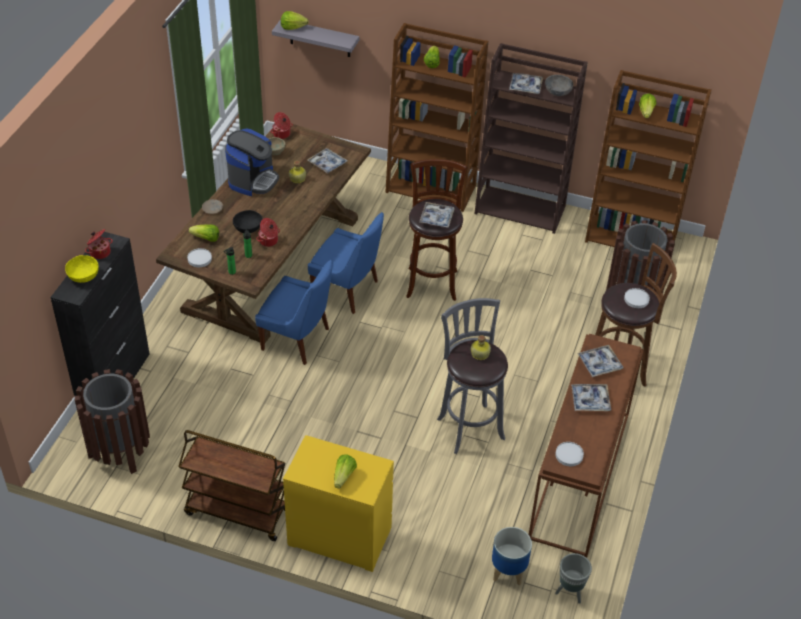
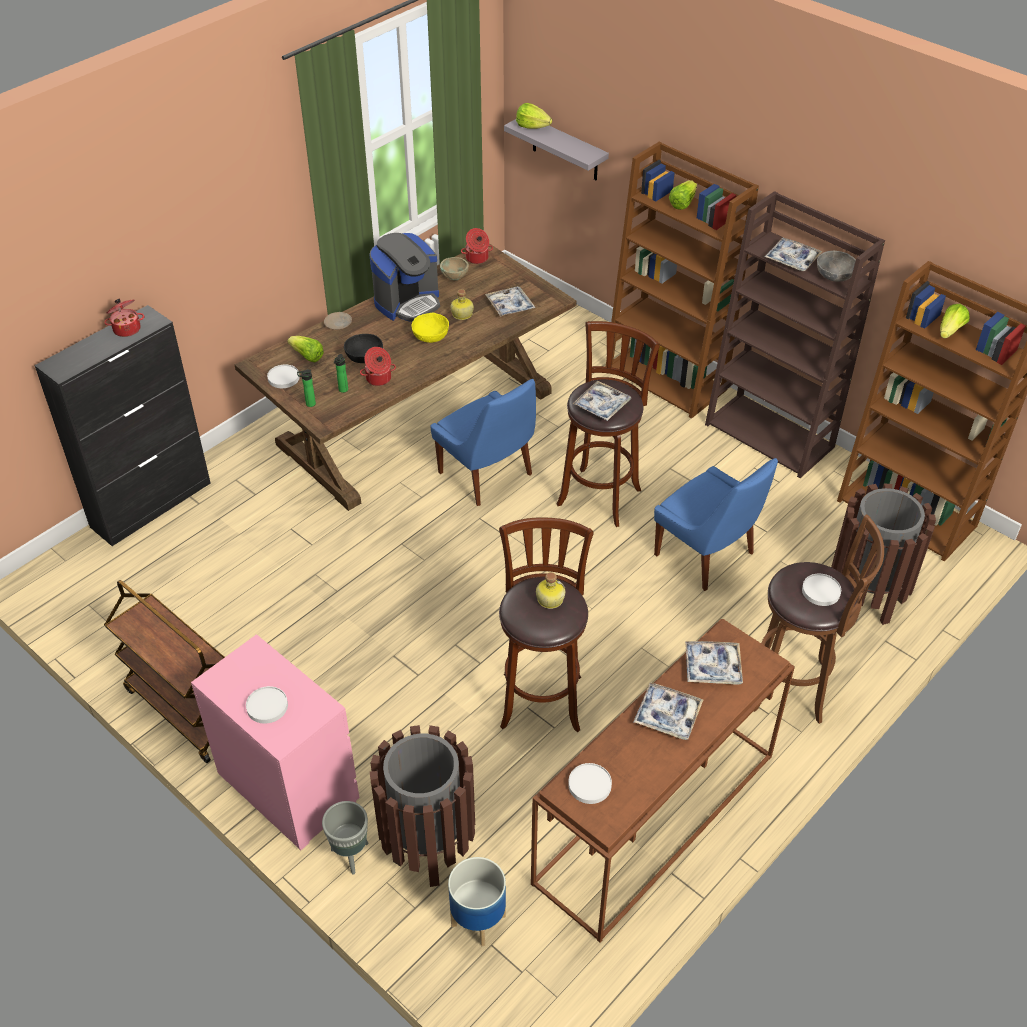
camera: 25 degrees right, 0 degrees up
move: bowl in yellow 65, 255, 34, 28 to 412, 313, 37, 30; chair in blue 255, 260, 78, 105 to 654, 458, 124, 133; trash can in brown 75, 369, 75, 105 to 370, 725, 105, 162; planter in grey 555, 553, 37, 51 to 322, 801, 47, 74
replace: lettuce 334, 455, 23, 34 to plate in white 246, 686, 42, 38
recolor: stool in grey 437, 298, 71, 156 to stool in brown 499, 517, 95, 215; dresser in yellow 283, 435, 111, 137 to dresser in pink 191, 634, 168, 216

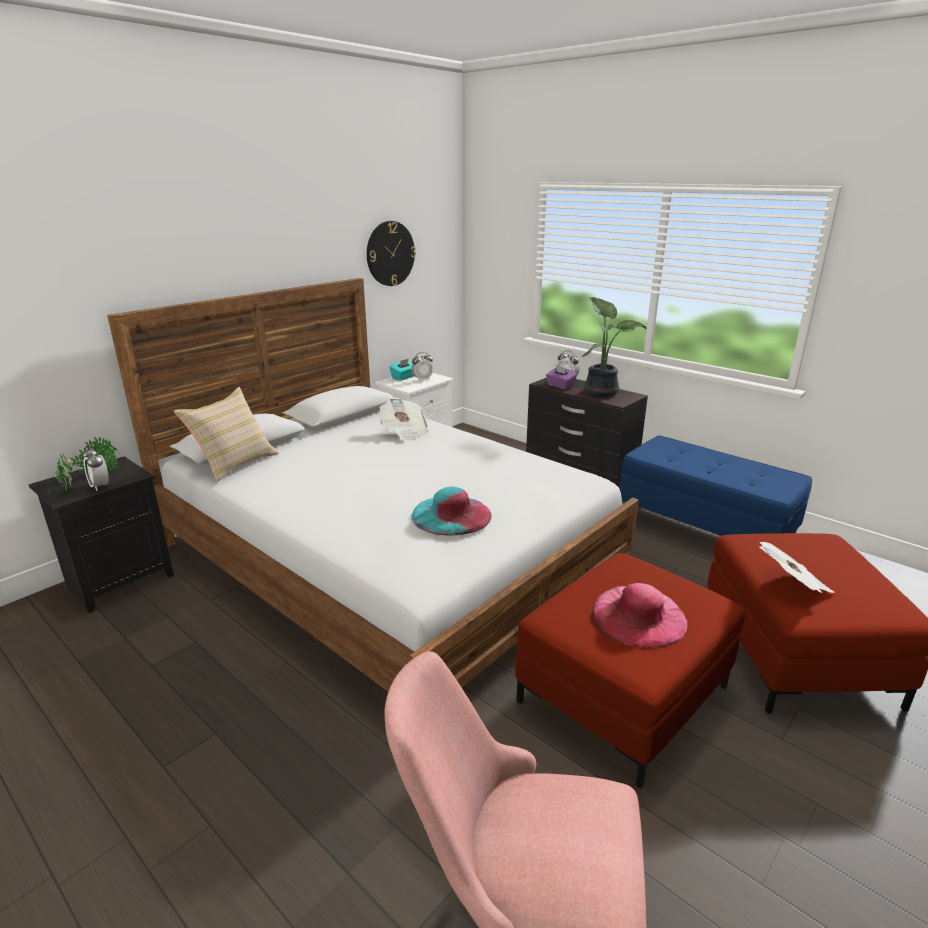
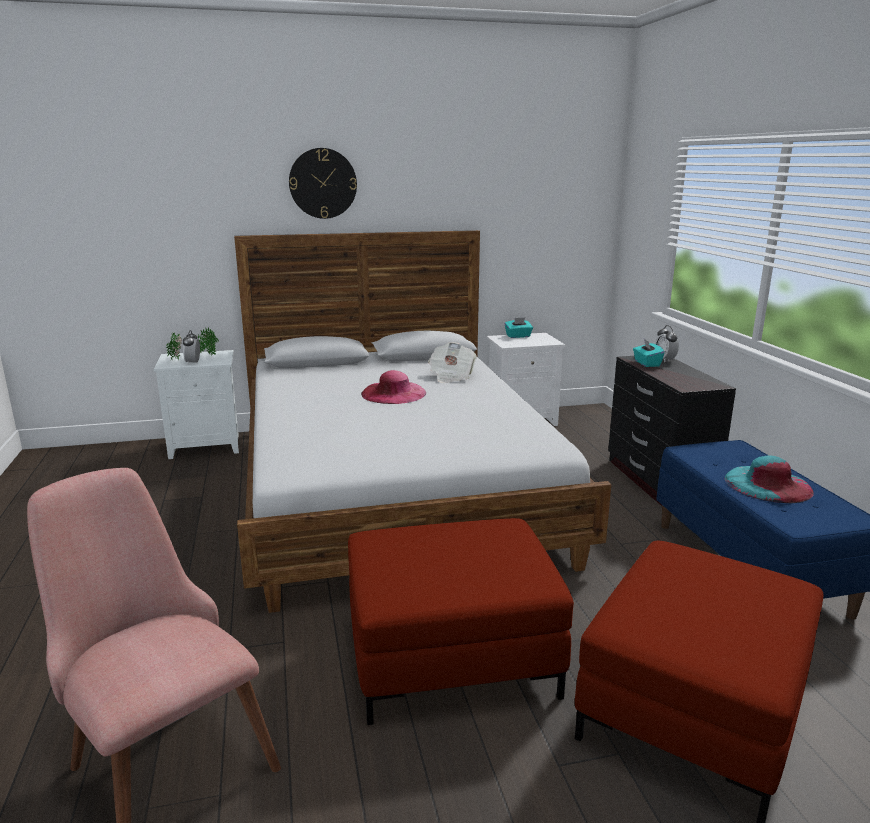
camera: 35 degrees right, 5 degrees down
delete: potted plant 582, 297, 65, 100; alarm clock 411, 352, 22, 30; pillow in beige 173, 387, 106, 95; newspaper 760, 542, 75, 51
move: wall clock 367, 221, 49, 65 to 289, 148, 68, 71; hat in turquoise 412, 486, 80, 50 to 725, 455, 89, 48; hat in pink 592, 583, 95, 65 to 361, 370, 65, 34
recolor: tissue box in purple 546, 365, 31, 25 to tissue box in turquoise 633, 339, 32, 28; nightstand in black 29, 456, 145, 157 to nightstand in white 154, 350, 85, 109

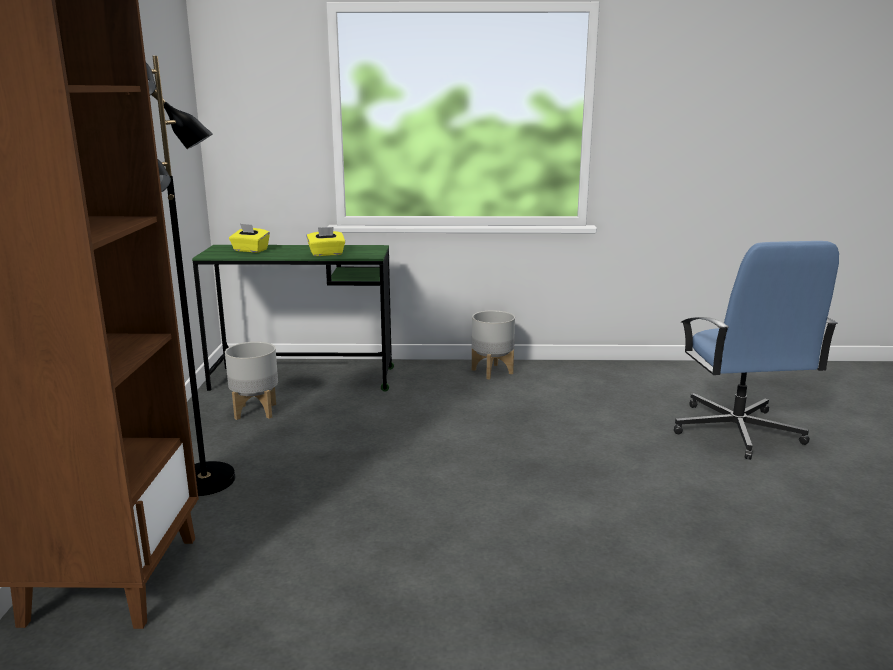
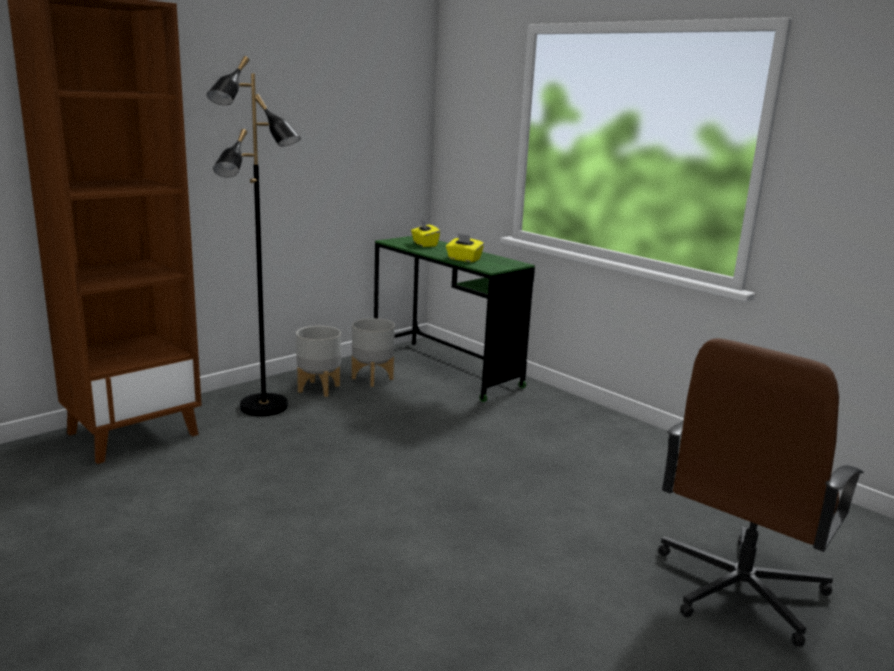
camera: 45 degrees right, 0 degrees up
move: planter in grey 472, 310, 43, 70 to 296, 326, 45, 71
recolor: office chair in blue 674, 241, 165, 219 to office chair in brown 658, 338, 206, 309

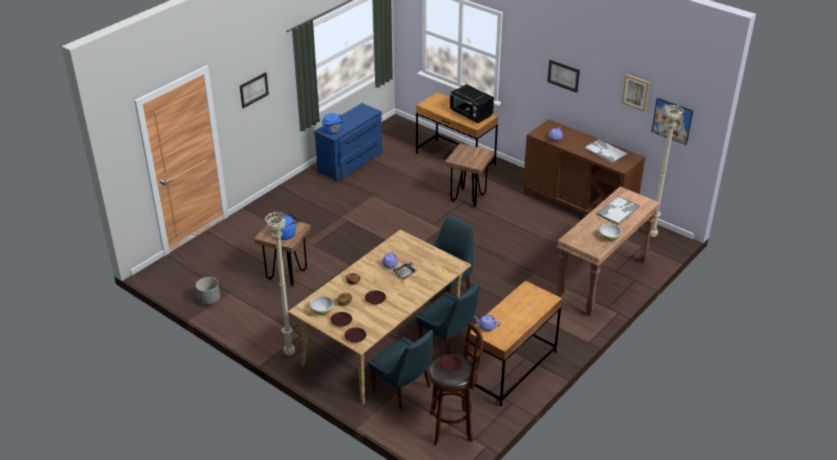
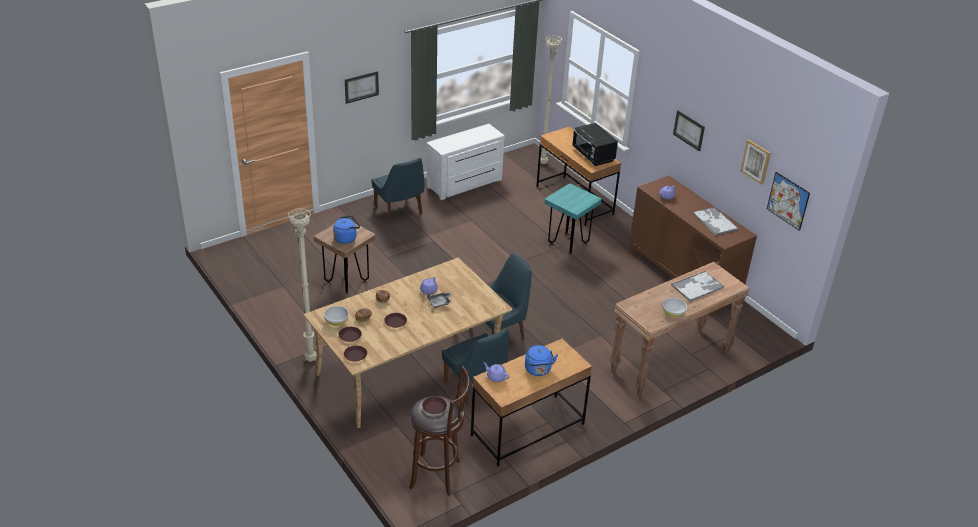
camera: 15 degrees right, 0 degrees up
delete: planter in grey 196, 277, 24, 28
move: floor lamp in beige 650, 105, 34, 132 to 540, 35, 22, 129; kettle in blue 322, 113, 22, 21 to 525, 345, 33, 31; chair in blue 368, 330, 65, 80 to 371, 158, 53, 66
recolor: dresser in blue 314, 103, 68, 79 to dresser in white 427, 124, 78, 76; stool in brown 445, 143, 49, 64 to stool in turquoise 545, 184, 57, 70

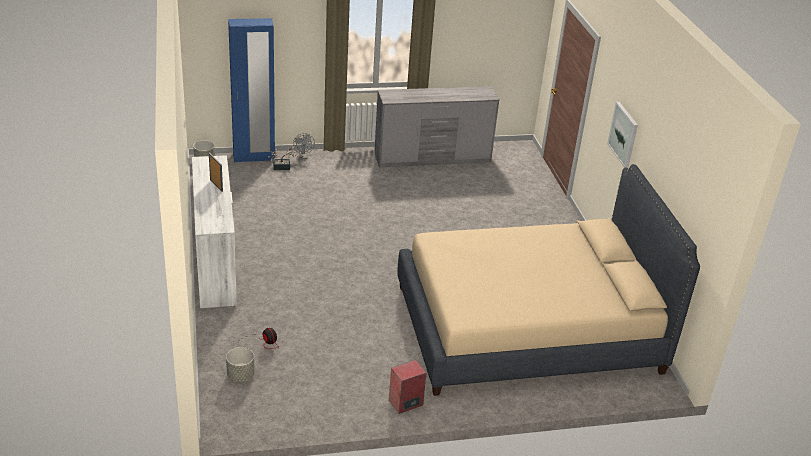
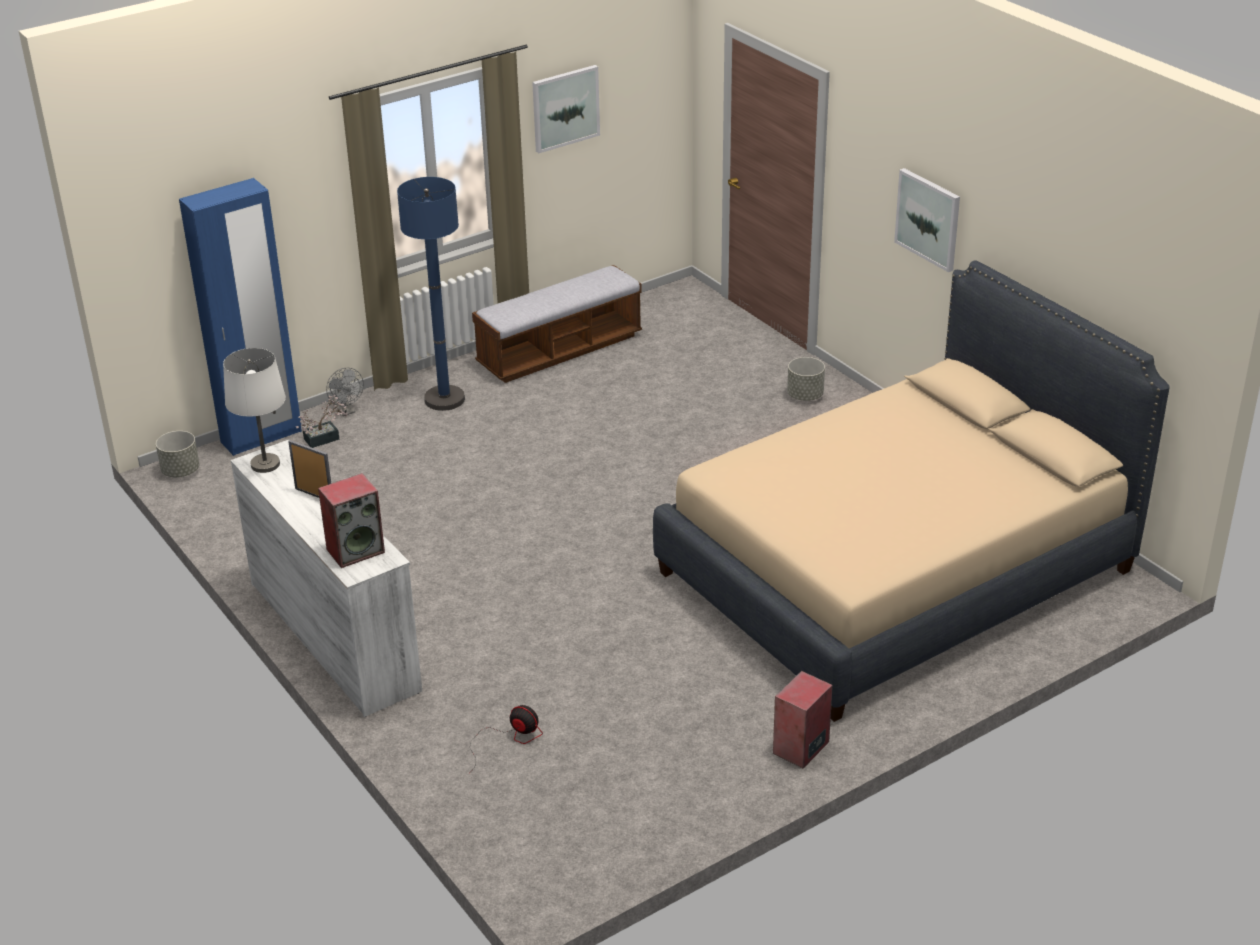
camera: 20 degrees left, 0 degrees up
insert: picture 532, 65, 68, 88; floor lamp in blue 397, 177, 68, 234; table lamp in white 223, 348, 63, 125; speaker 318, 473, 67, 95
move: planter in grey 226, 347, 28, 35 to 787, 357, 38, 44
replace: dresser in grey 374, 86, 126, 82 to bench 472, 265, 170, 118

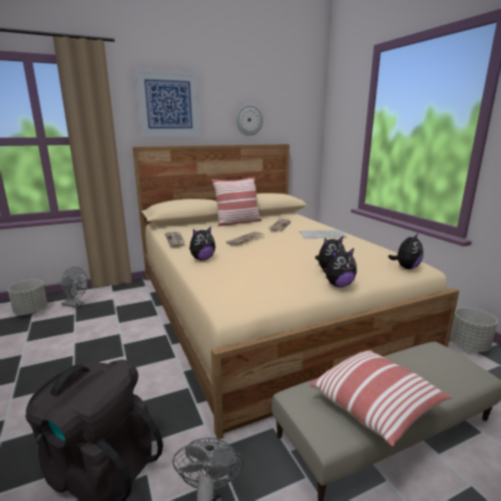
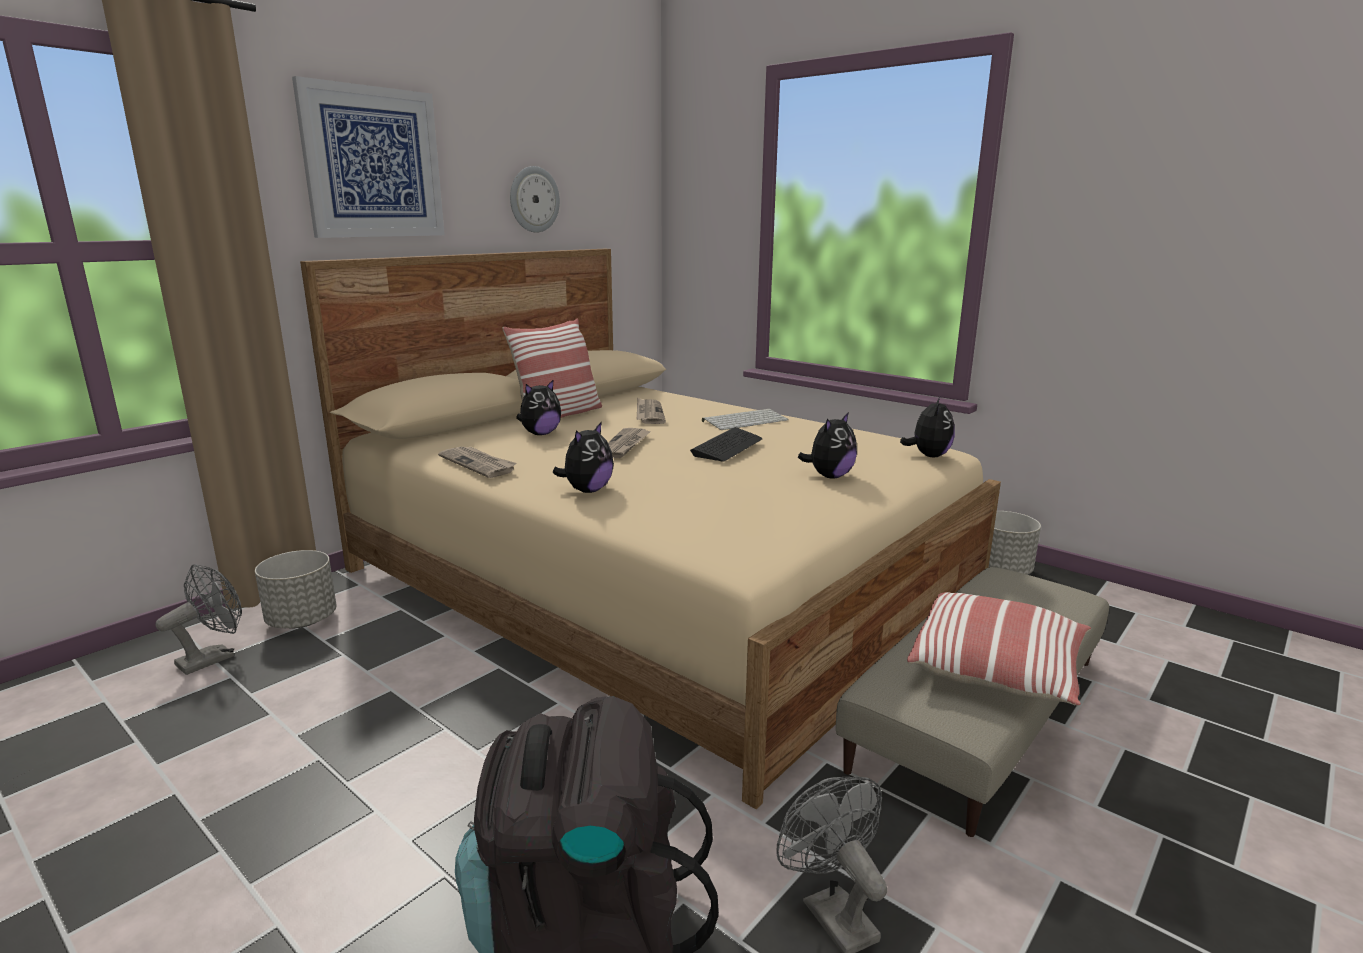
camera: 25 degrees left, 0 degrees up
insert: keyboard 690, 427, 72, 34
move: plush toy 323, 248, 34, 39 to 516, 379, 45, 56; planter in grey 7, 279, 41, 36 to 255, 550, 82, 78
rotate: fan in grey 58, 267, 30, 41 = 155, 564, 87, 111 45 degrees counterclockwise

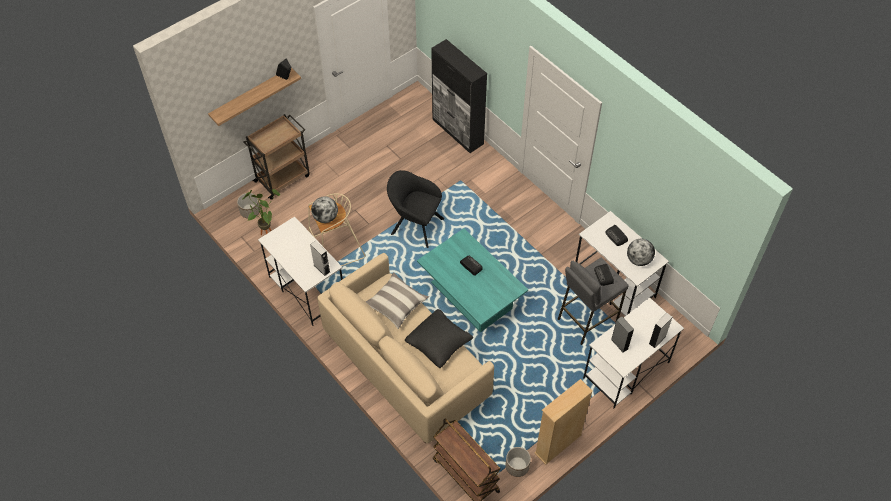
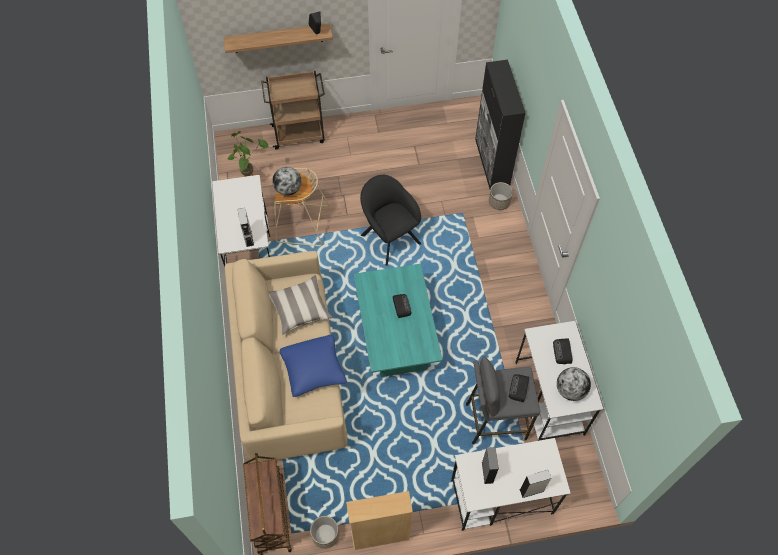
camera: 30 degrees right, 5 degrees up
move: planter 237, 193, 23, 26 to 489, 182, 24, 28
recolor: pillow in black 405, 309, 68, 59 to pillow in blue 280, 335, 67, 62

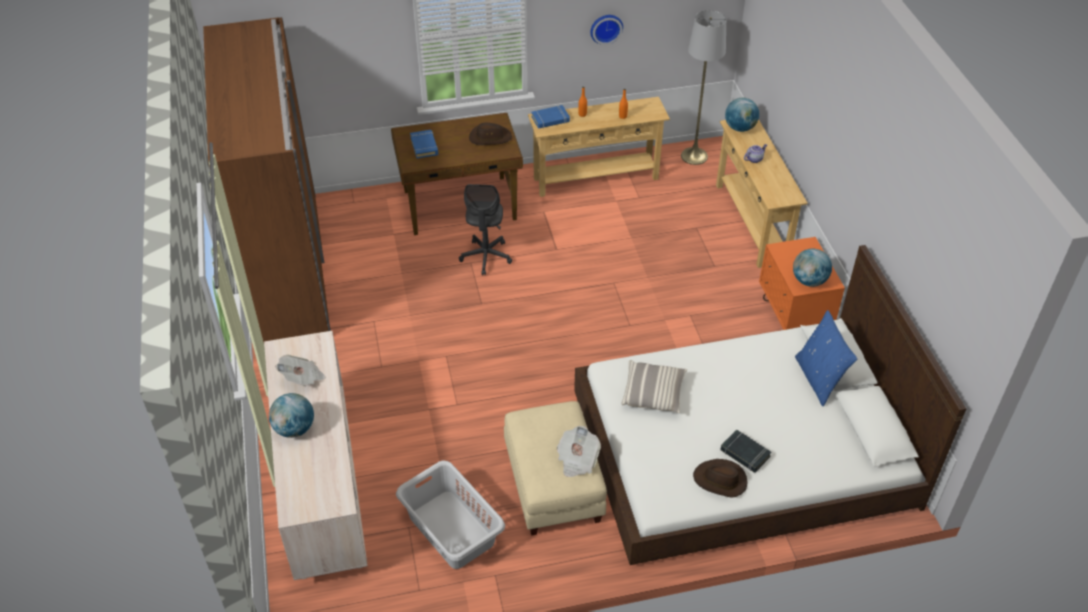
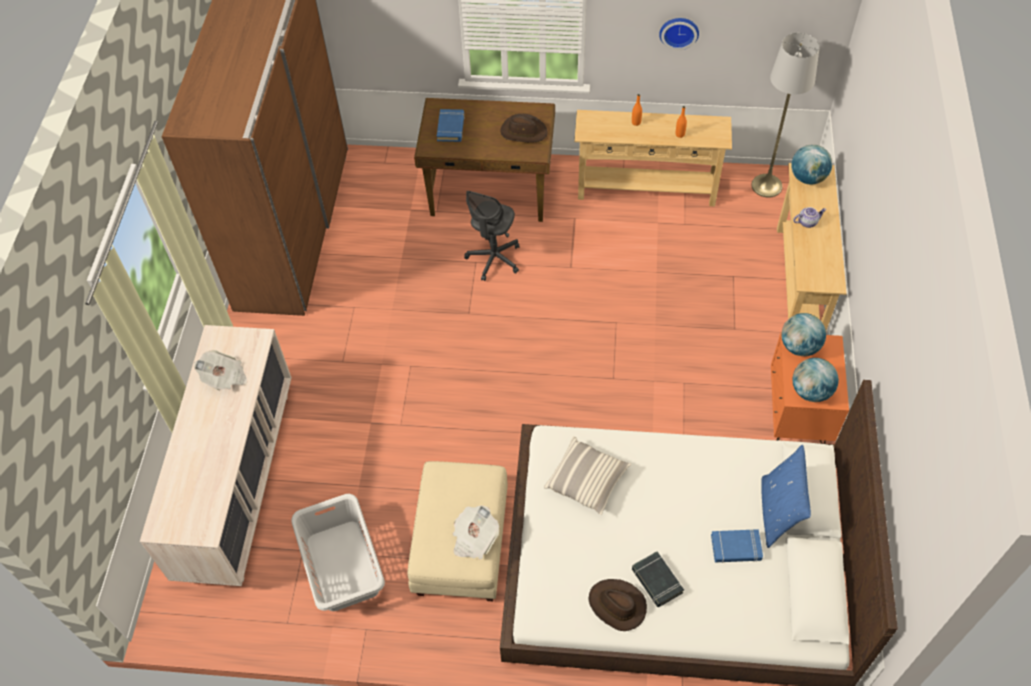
camera: 20 degrees right, 10 degrees up
move: book in blue 531, 105, 39, 24 to 711, 529, 52, 34; globe 269, 393, 45, 45 to 781, 313, 45, 43

